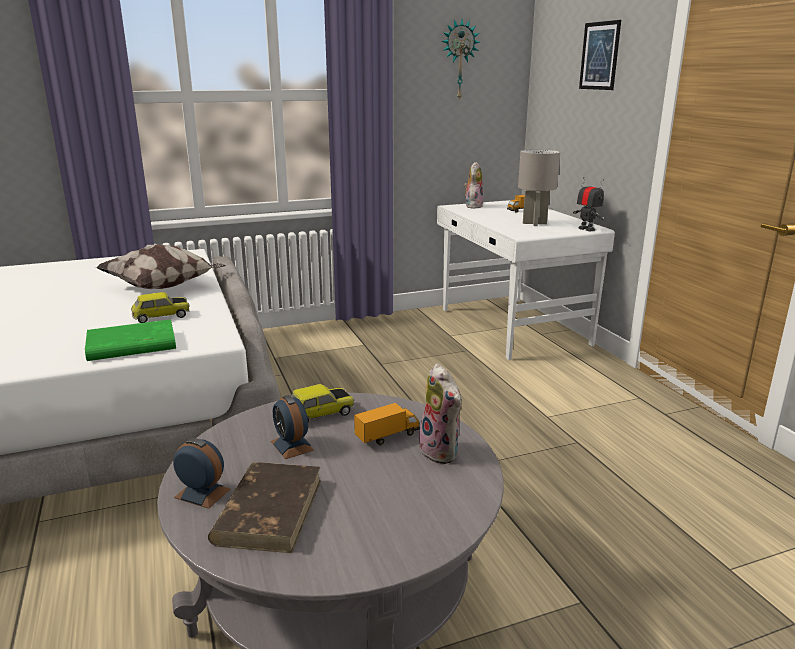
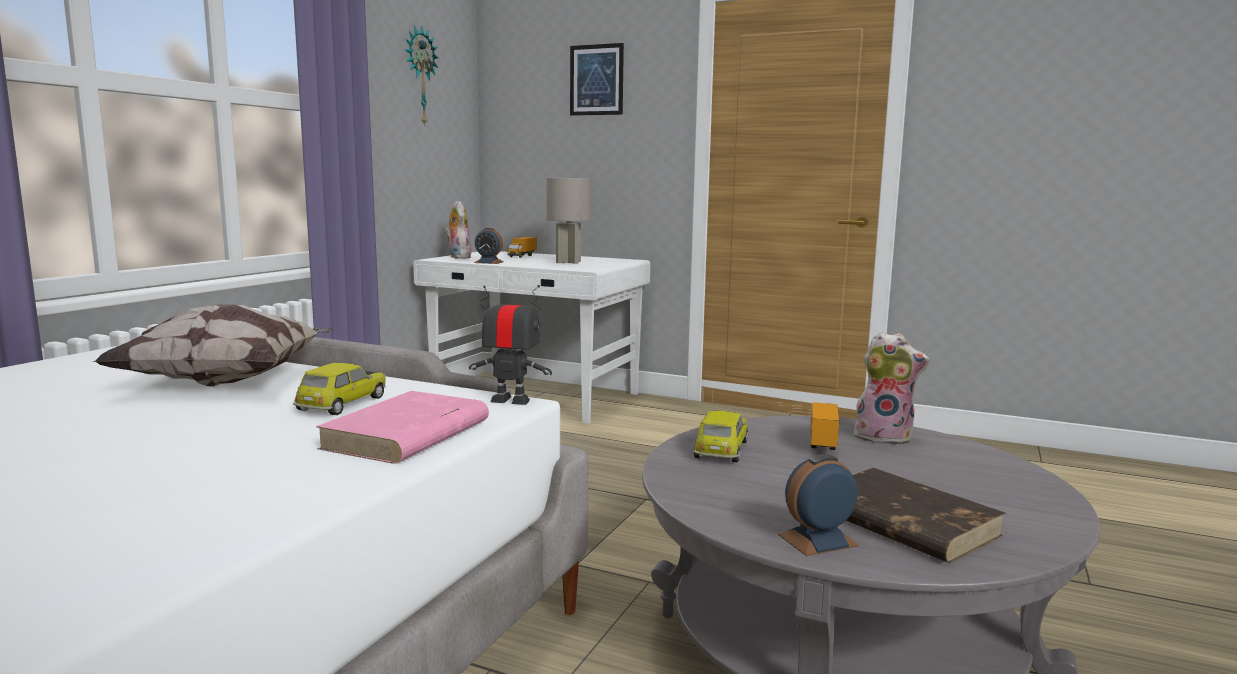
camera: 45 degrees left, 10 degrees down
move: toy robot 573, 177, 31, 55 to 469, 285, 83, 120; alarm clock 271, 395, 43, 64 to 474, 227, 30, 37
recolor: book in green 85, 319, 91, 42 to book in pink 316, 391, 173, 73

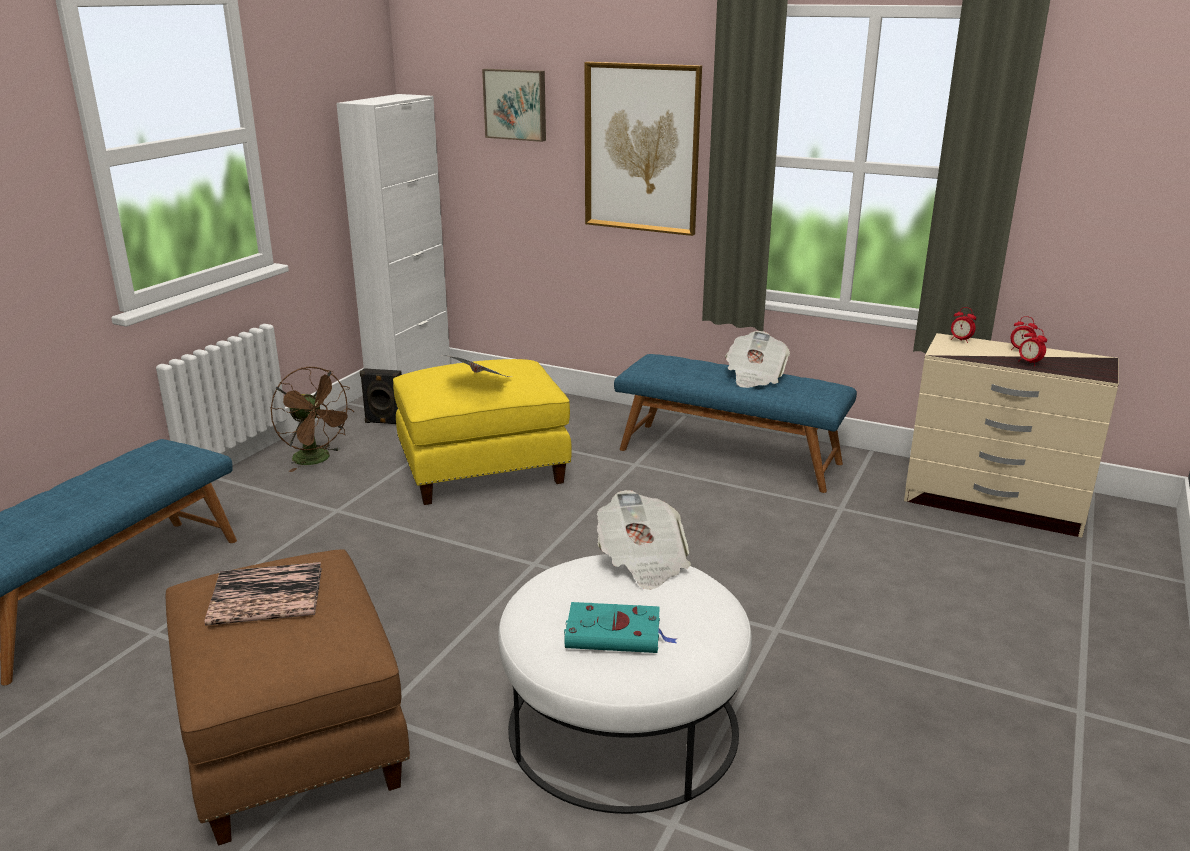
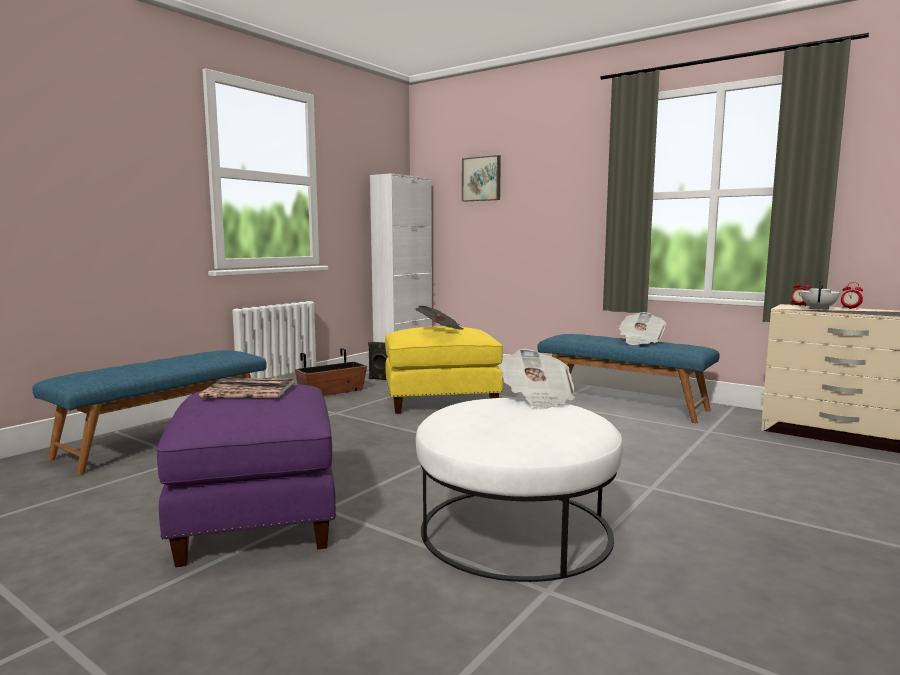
camera: 10 degrees right, 15 degrees down
delete: picture 585, 62, 117, 174; alarm clock 1019, 328, 28, 38; book in turquoise 564, 602, 113, 51
insert: teapot in white 801, 281, 39, 29
replace: fan in brown 271, 367, 83, 105 to planter 295, 348, 72, 48
recolor: ottoman in brown 165, 549, 245, 296 to ottoman in purple 157, 384, 179, 183

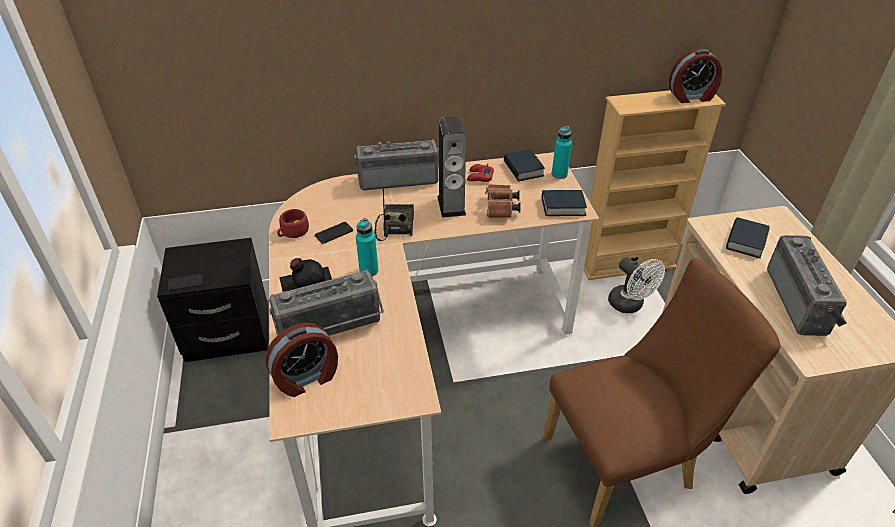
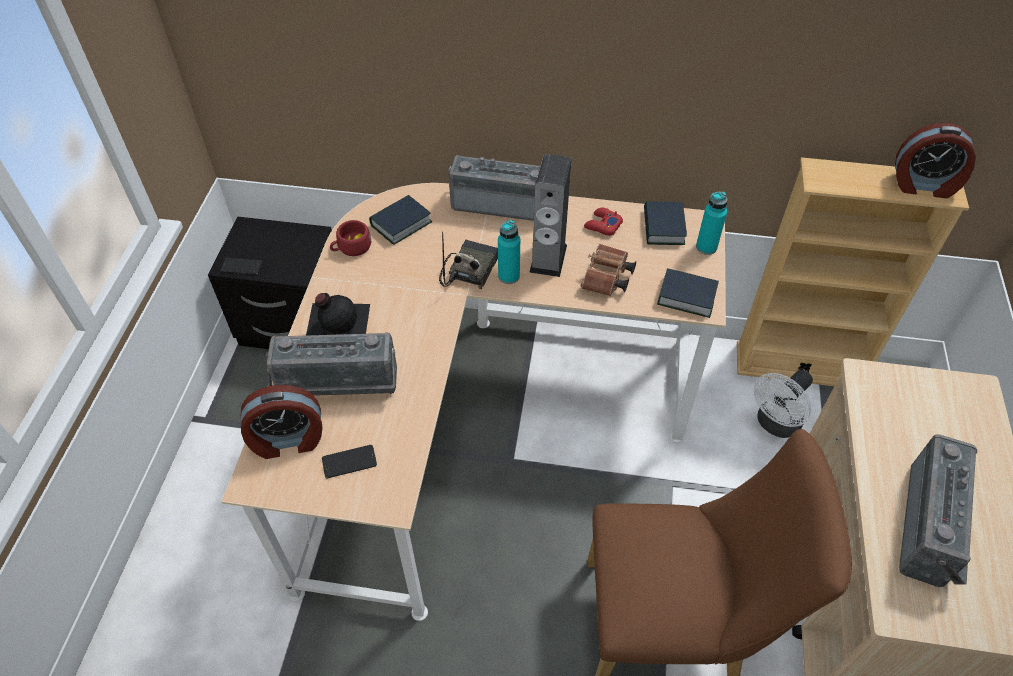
camera: 20 degrees right, 10 degrees up
move: book 726, 217, 44, 41 to 369, 195, 64, 50; bottle in turquoise 356, 218, 22, 58 to 498, 220, 22, 64; phone 315, 222, 38, 22 to 322, 445, 55, 33
rotate: fan in white 608, 257, 57, 56 = 754, 370, 59, 68 60 degrees clockwise

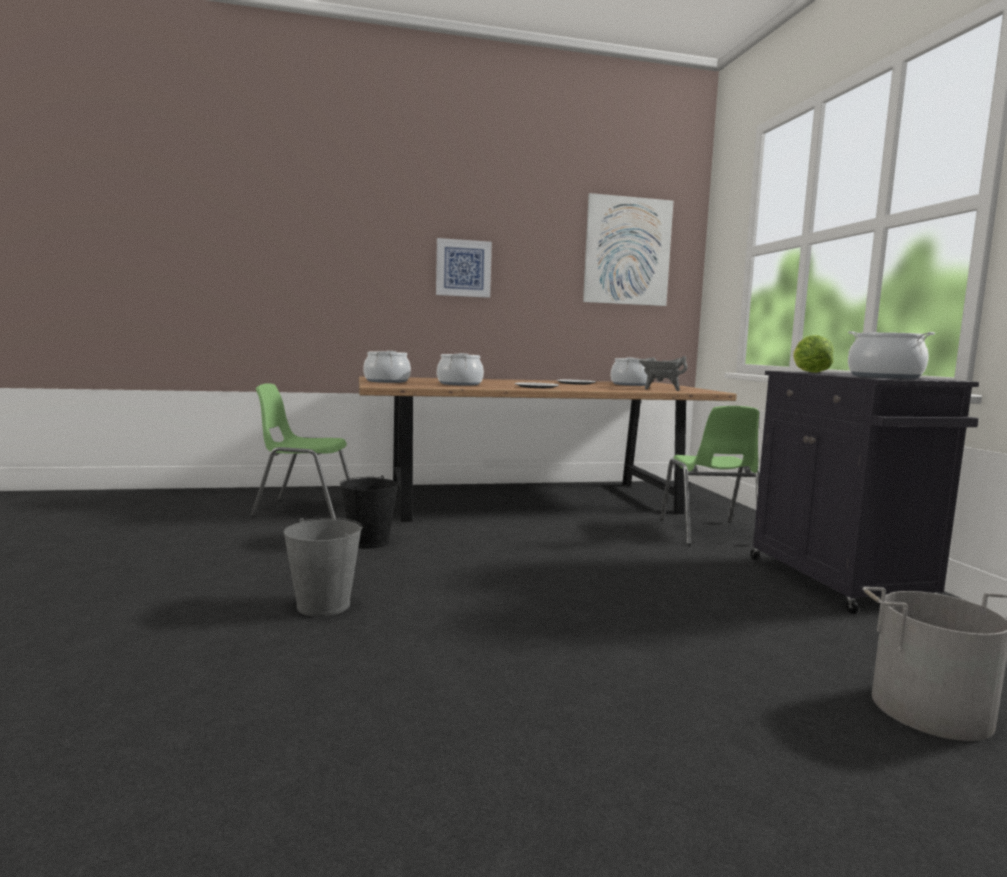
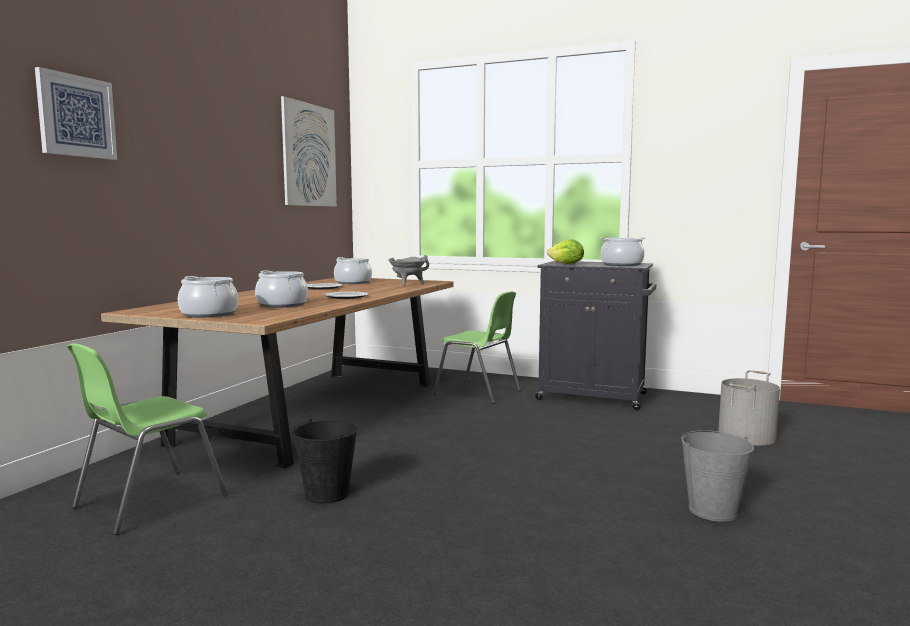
camera: 55 degrees left, 0 degrees up
move: picture 436, 238, 56, 60 to 35, 67, 82, 93; bucket in grey 284, 518, 78, 99 to 681, 430, 73, 92

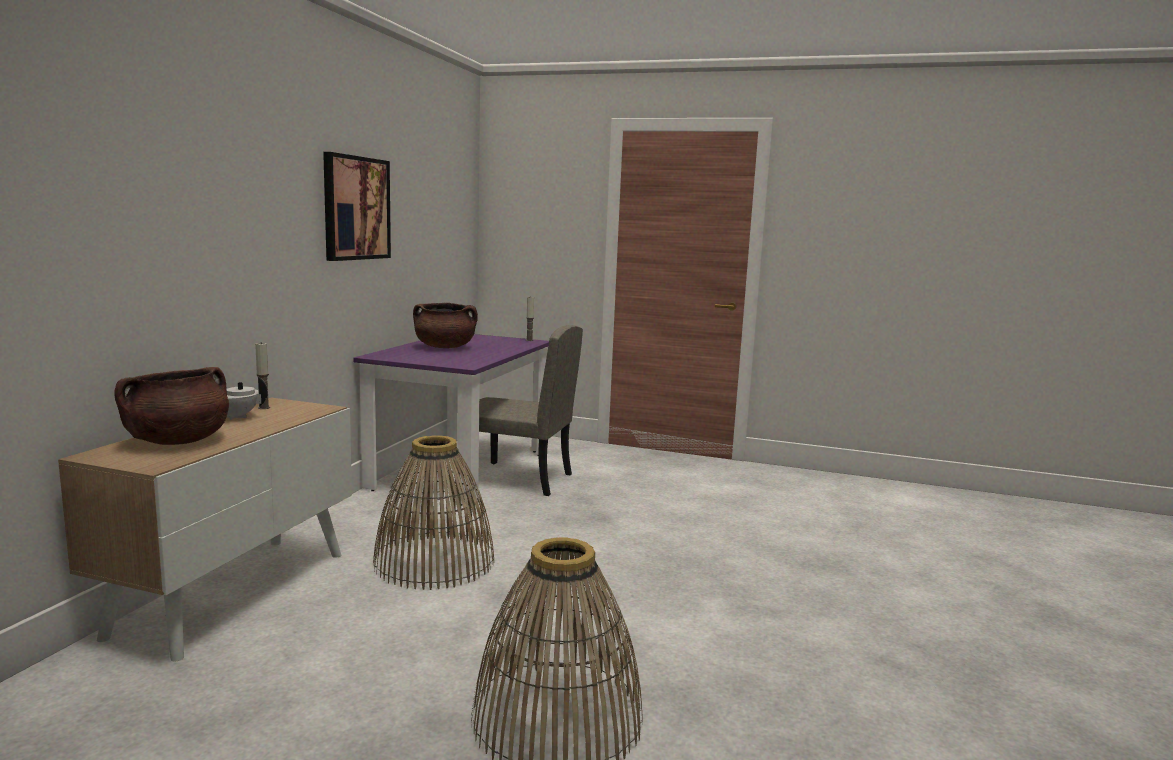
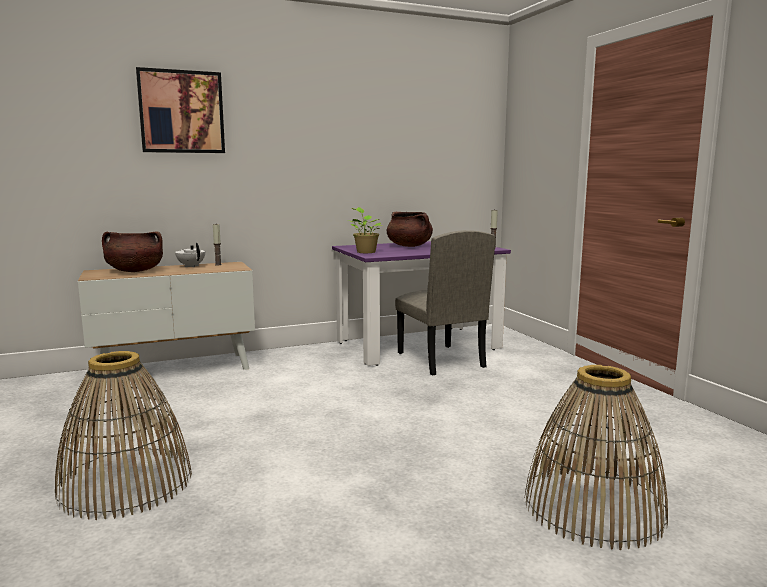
camera: 50 degrees right, 0 degrees up
insert: potted plant 348, 207, 34, 46
move: picture 323, 152, 68, 109 to 136, 67, 89, 86; basket 373, 435, 121, 155 to 525, 365, 143, 185

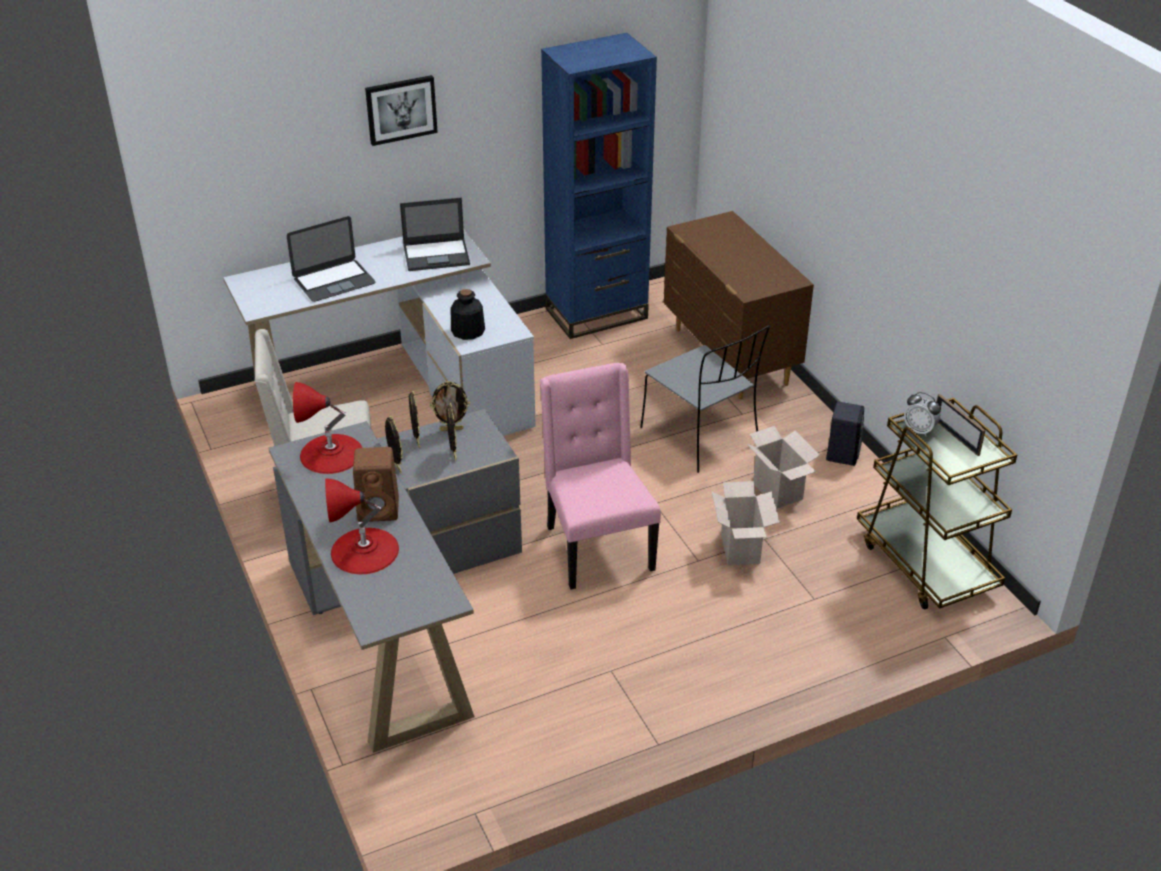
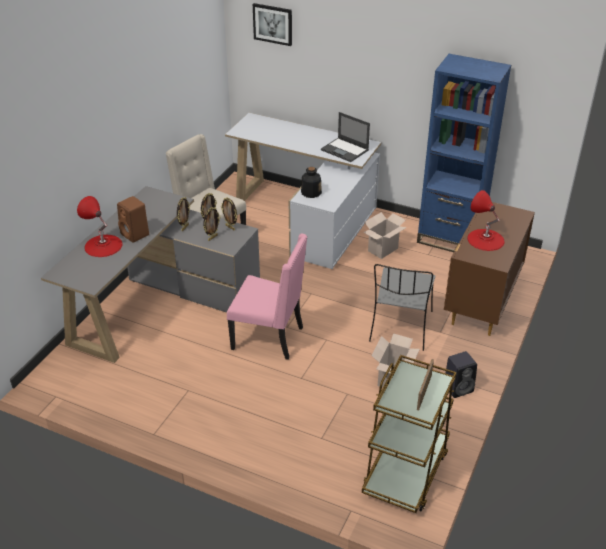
camera: 50 degrees right, 0 degrees up
delete: laptop 287, 216, 88, 86; alarm clock 904, 392, 37, 45
move: picture 365, 75, 73, 71 to 253, 3, 39, 43; table lamp in red 293, 382, 69, 92 to 467, 190, 38, 61; cardboard box 712, 481, 68, 84 to 363, 212, 44, 47
rotate: chair in pink 540, 363, 121, 226 = 227, 234, 80, 126 75 degrees clockwise

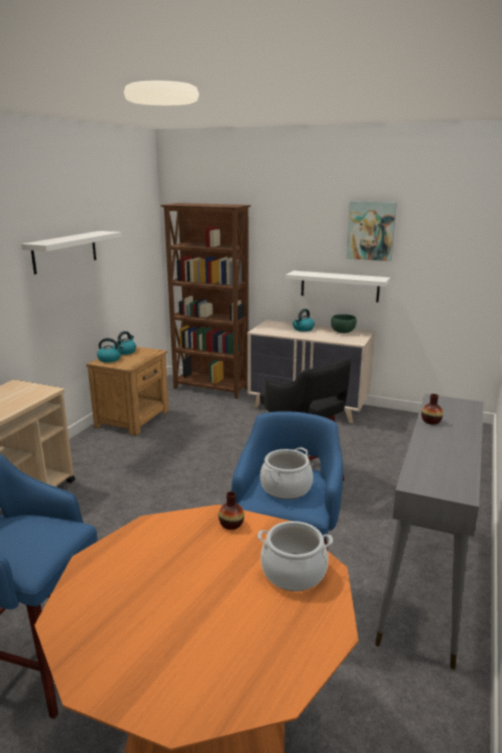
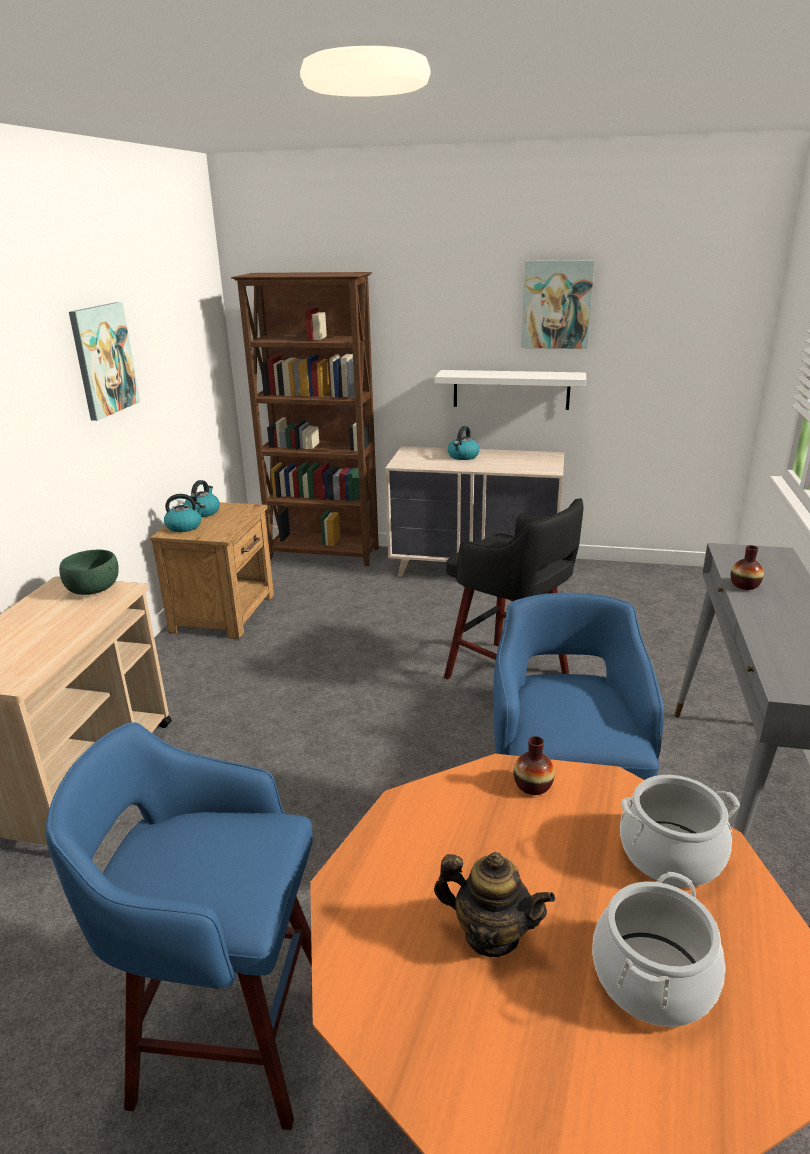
camera: 10 degrees left, 5 degrees up
insert: teapot 434, 852, 121, 105
move: bowl in green 331, 314, 26, 19 to 59, 550, 59, 45; cooking pot 260, 447, 53, 53 to 592, 872, 134, 155
replace: shelf in white 21, 231, 101, 43 to picture 69, 302, 71, 119

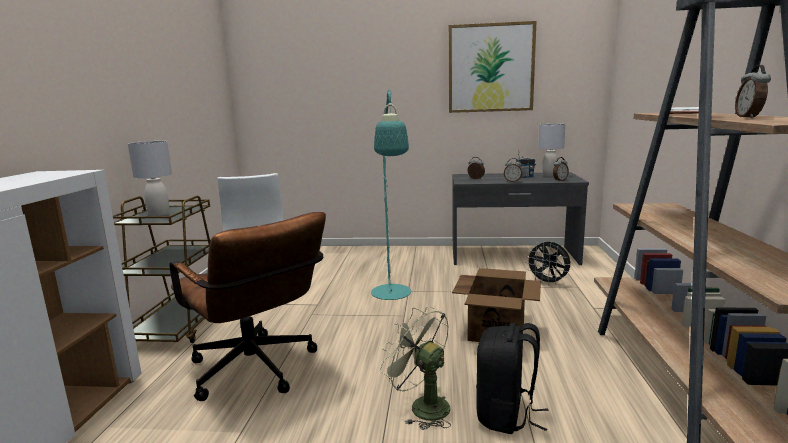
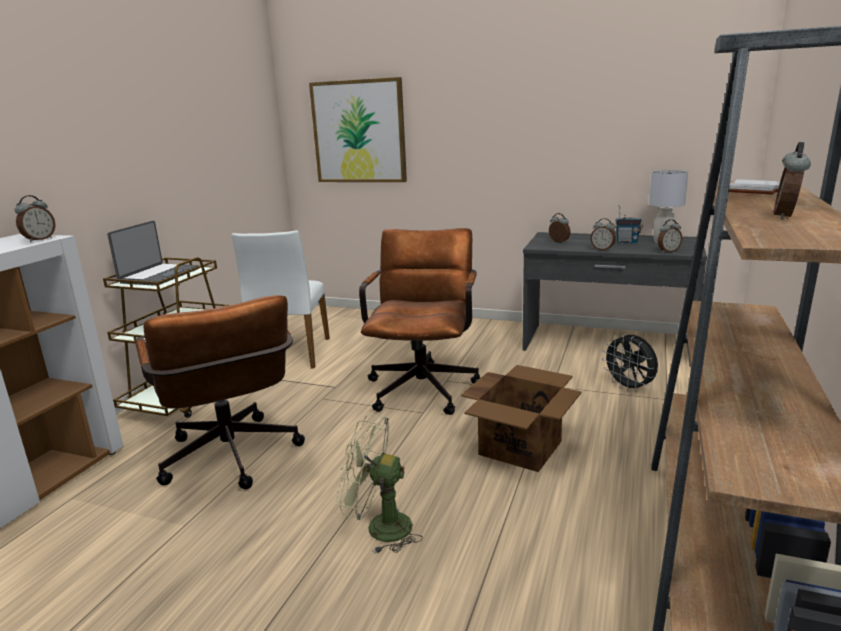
camera: 15 degrees right, 5 degrees up
delete: backpack in black 476, 323, 73, 111
insert: alarm clock 15, 195, 40, 47
move: picture 449, 21, 88, 92 to 309, 77, 98, 105
replace: floor lamp in turquoise 371, 89, 40, 211 to office chair in brown 359, 228, 122, 187; table lamp in grey 128, 141, 44, 75 to laptop 107, 221, 91, 65
rotate: fan in green 380, 306, 71, 124 = 337, 414, 86, 140 45 degrees counterclockwise

